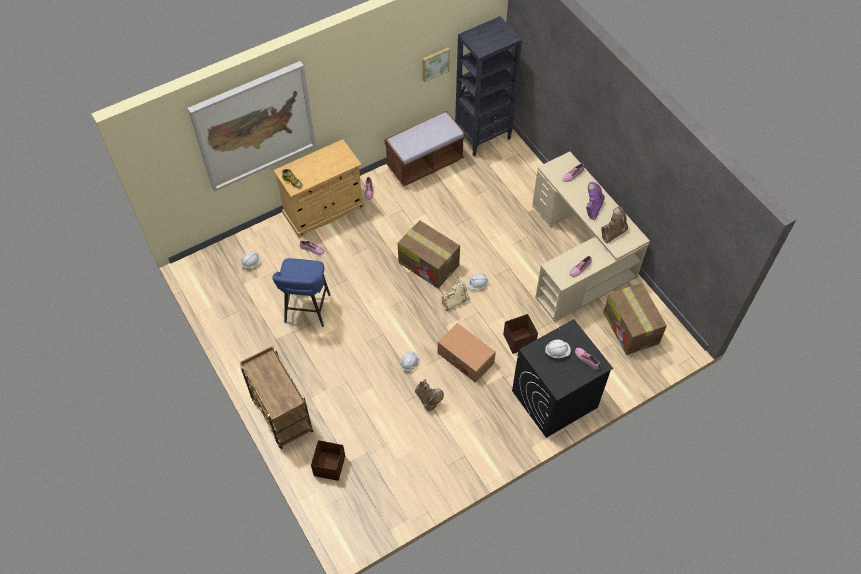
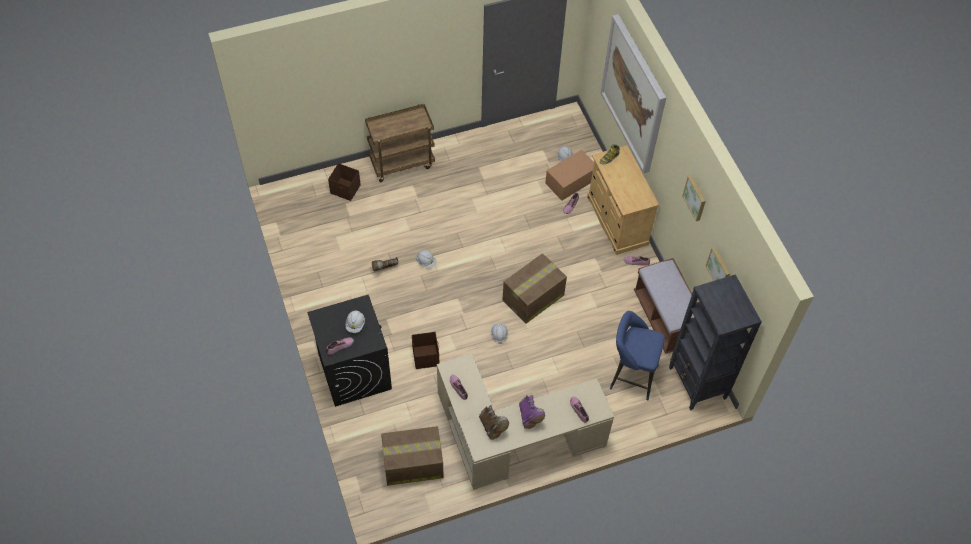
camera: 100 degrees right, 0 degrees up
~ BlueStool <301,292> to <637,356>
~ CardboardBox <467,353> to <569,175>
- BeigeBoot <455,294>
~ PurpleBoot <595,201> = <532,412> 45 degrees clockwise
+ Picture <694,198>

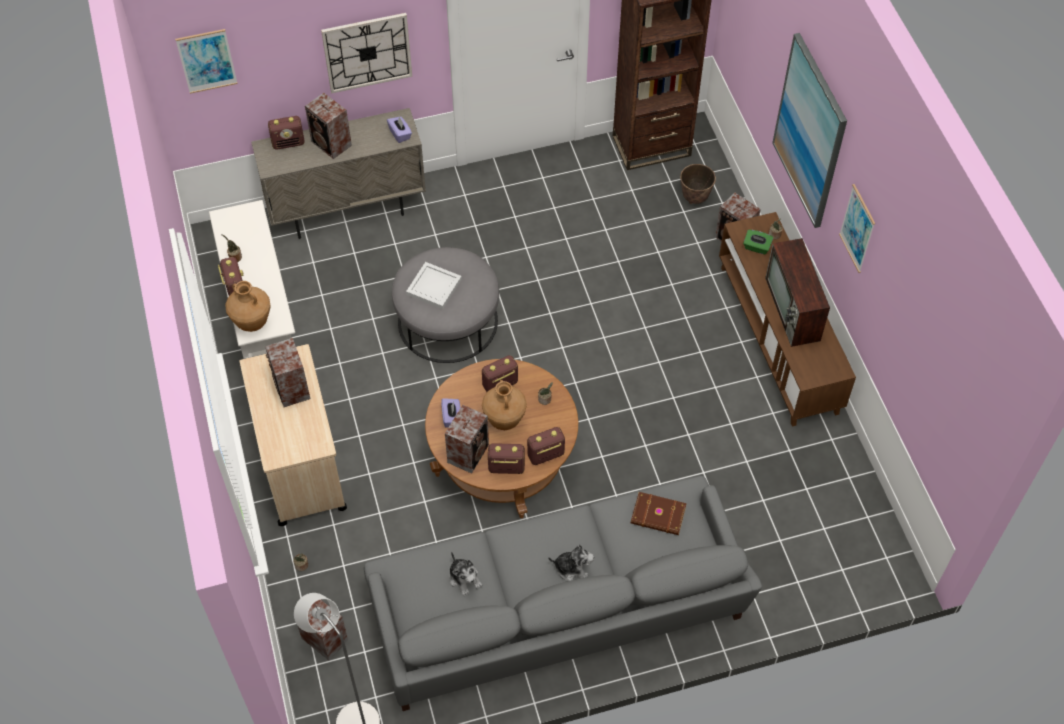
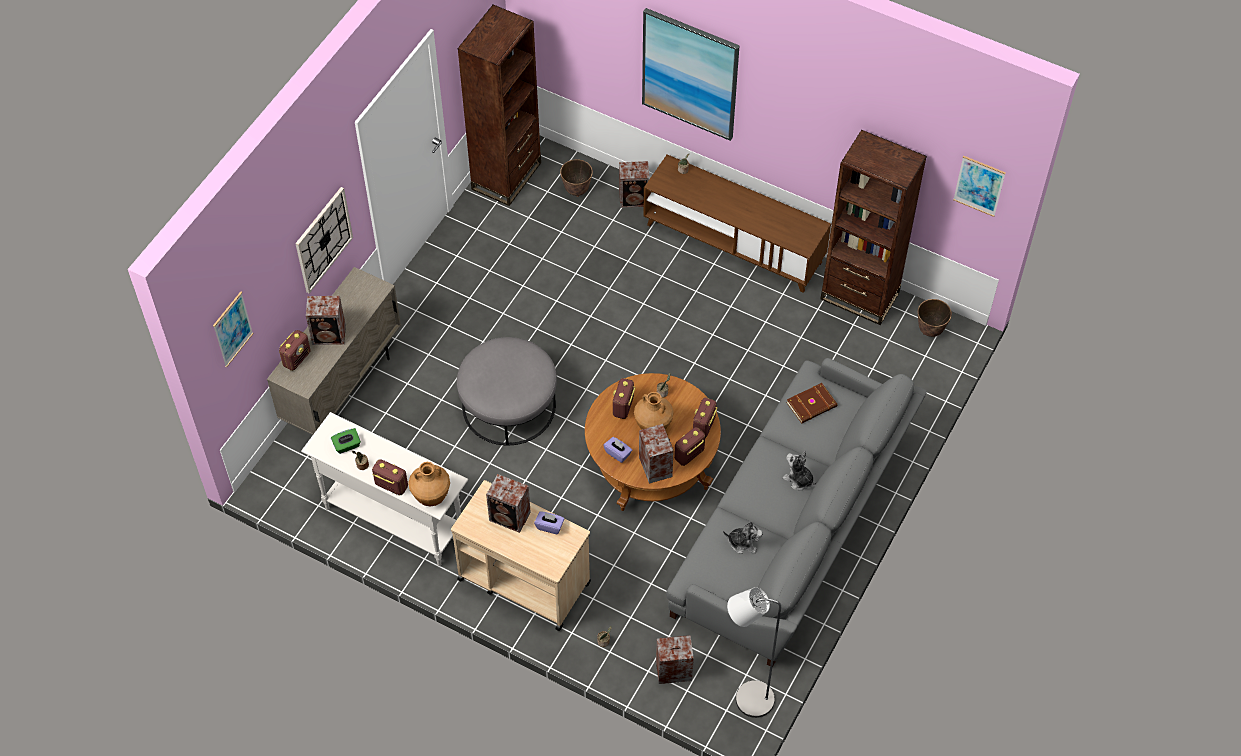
camera: 45 degrees left, 0 degrees up
~ PurpleTissueBox <399,129> to <549,523>
- WhiteTray <434,285>
~ PlushToy <571,563> = <800,470> 105 degrees counterclockwise
~ GreenTissueBox <758,242> to <346,441>
- Television <797,292>
~ Picture <857,228> to <979,186>
+ BrownBookcase <873,227>
+ Planter <934,318>

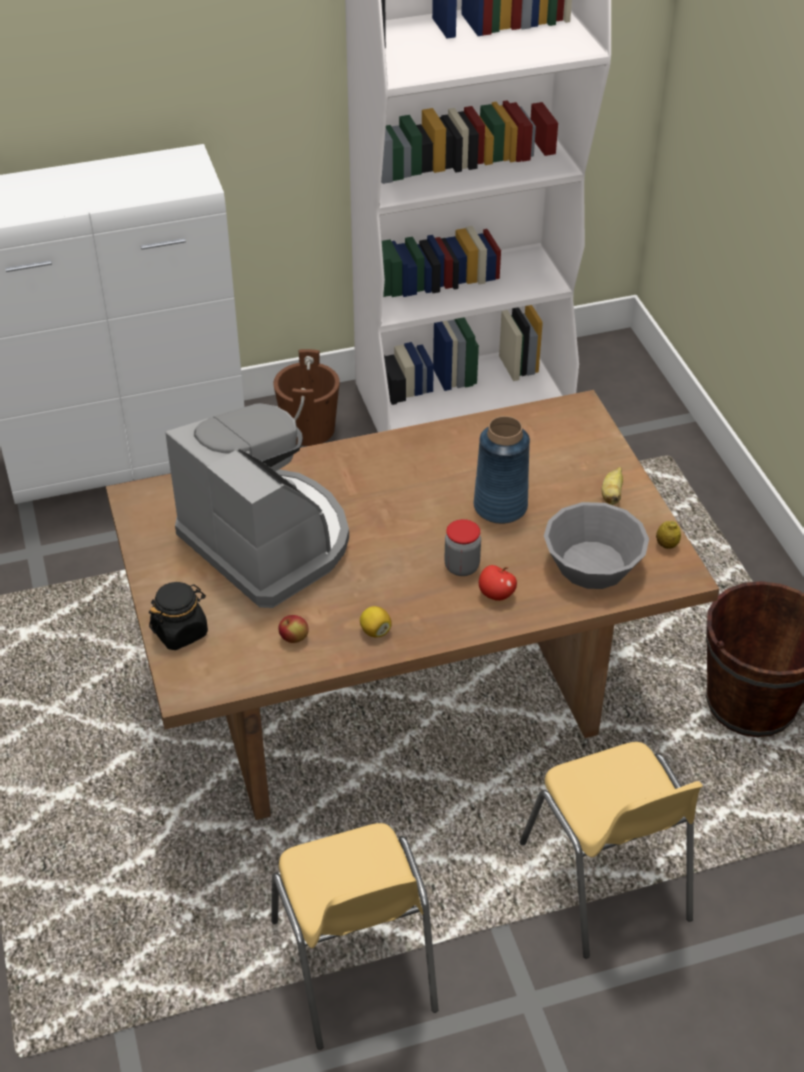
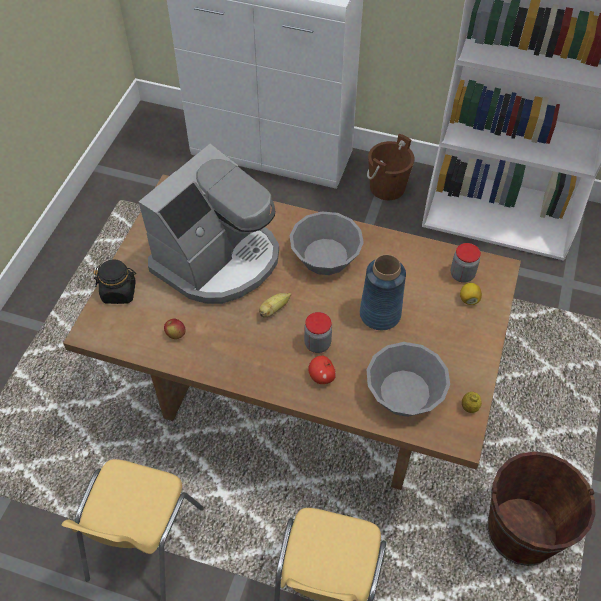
camera: 35 degrees right, 10 degrees up
~ CoffeeMachine <257,505> = <209,224> 45 degrees clockwise
~ Lemon <376,621> to <471,294>
~ Banana <612,486> to <275,305>
+ GreyBowl <327,243>
+ Jar <466,263>

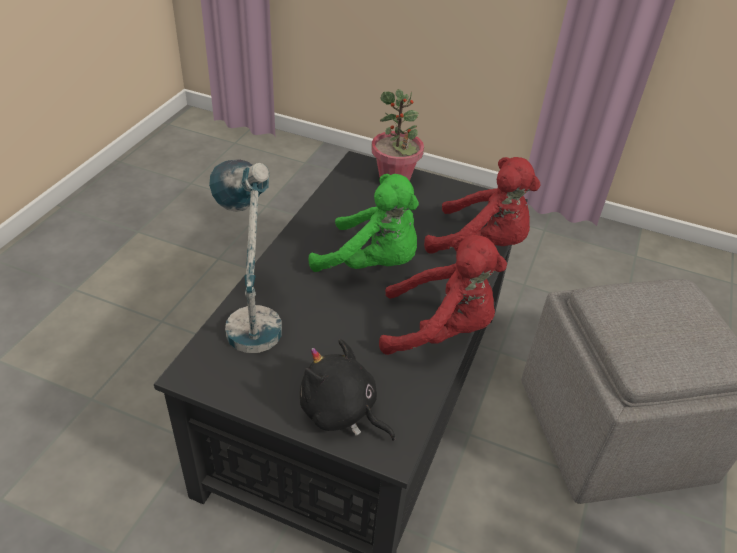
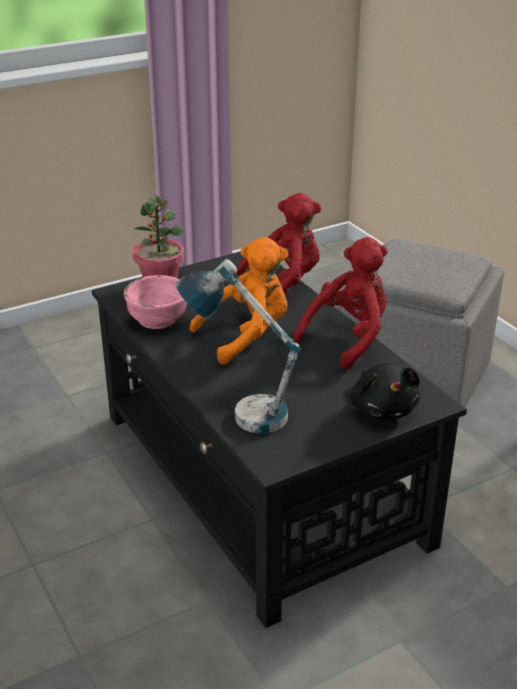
camera: 50 degrees left, 10 degrees down
~ BlackPlushToy <347,390> = <385,391> 90 degrees counterclockwise
~ GreenPlushToy <364,223> to OrangePlushToy <239,301>
+ PinkBowl <155,302>

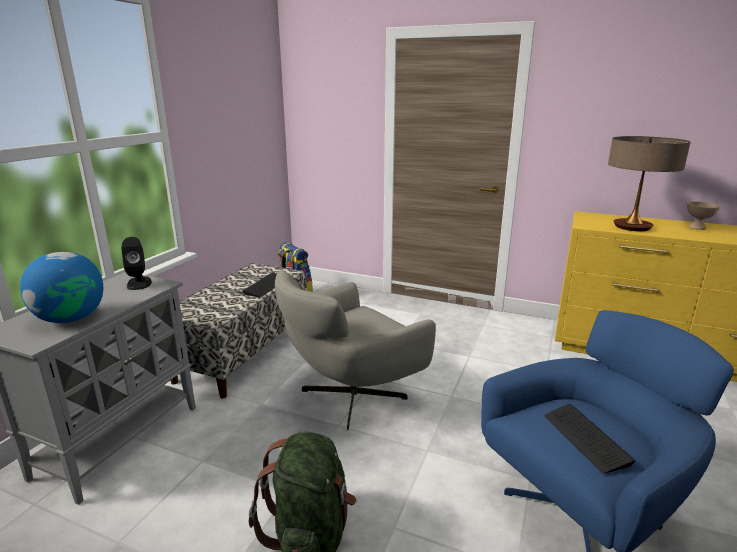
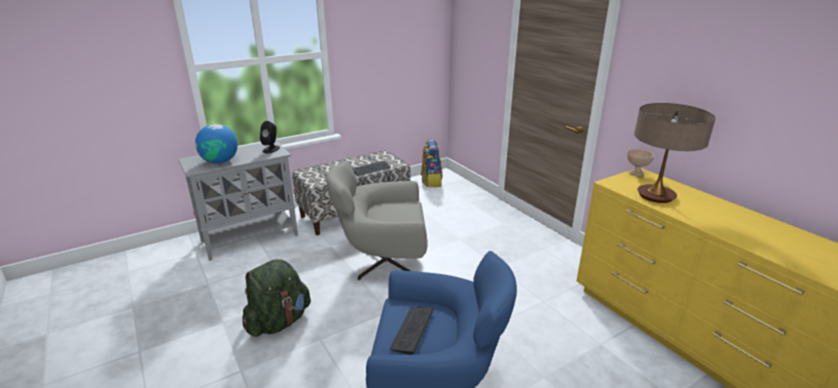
camera: 35 degrees right, 5 degrees up
~ BeigeBowl <703,215> to <641,162>

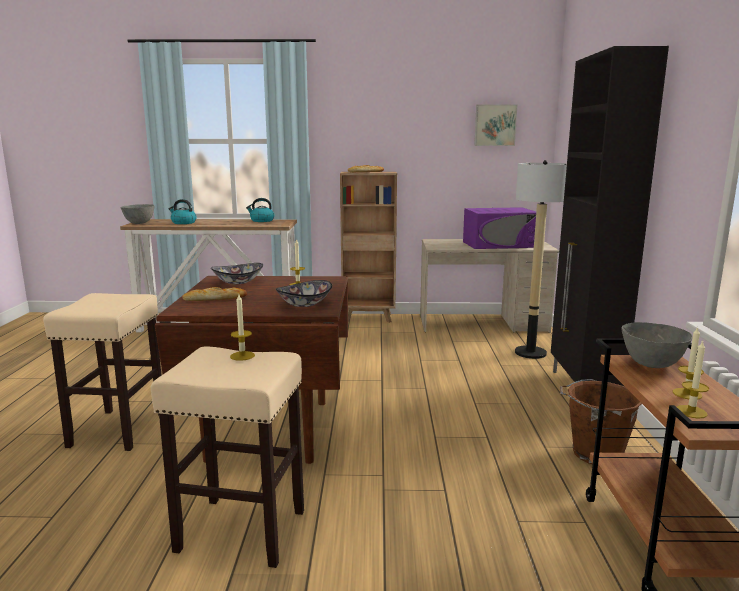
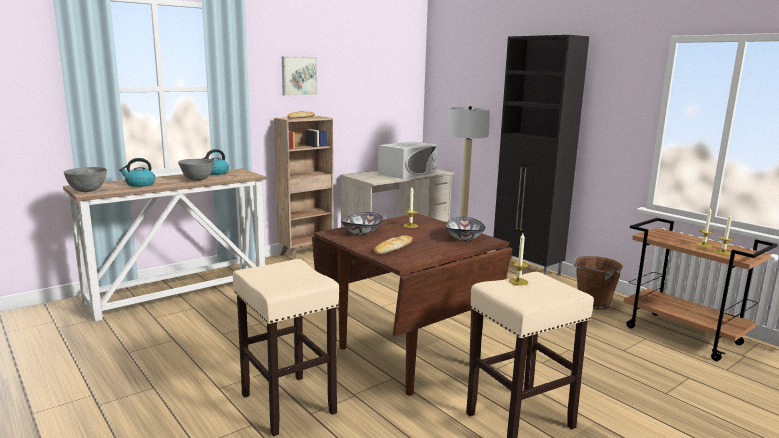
camera: 40 degrees left, 0 degrees up
~ PurpleMicrowave <499,228> to WhiteMicrowave <407,160>
~ Picture <496,125> to <299,76>
~ GreyBowl <656,345> to <196,170>

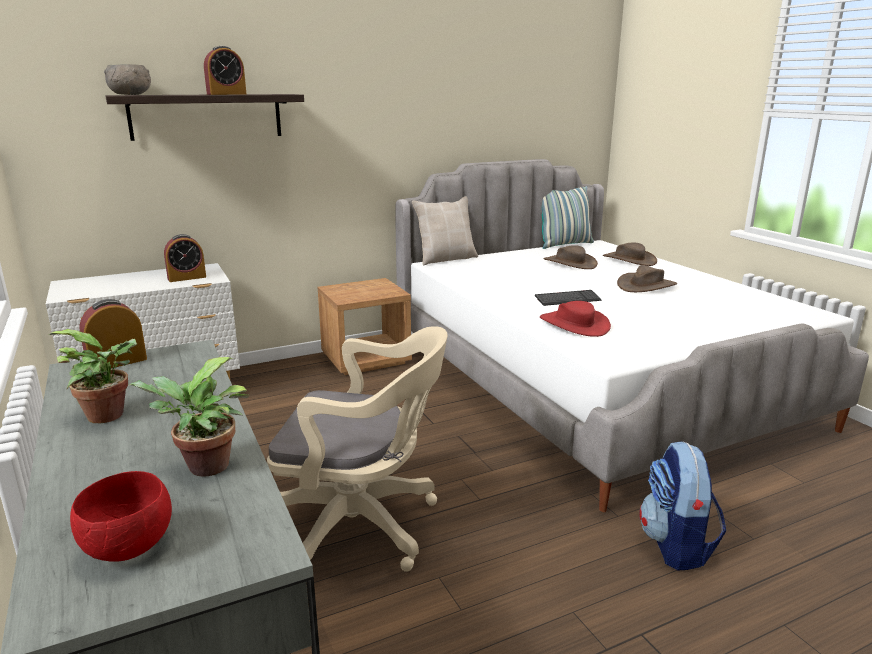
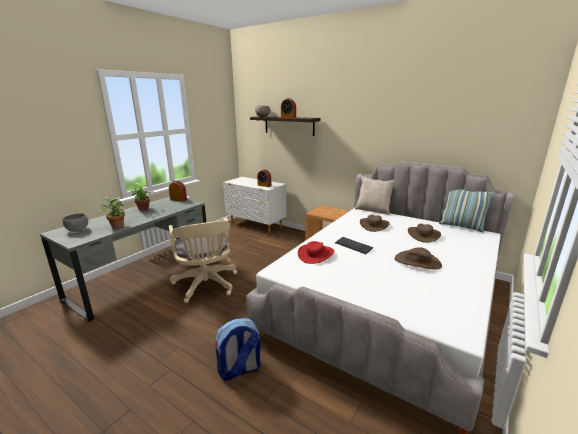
camera: 60 degrees right, 0 degrees up
~ RedBowl <121,516> to GreyBowl <75,222>
~ BrownHat <630,254> to <374,223>

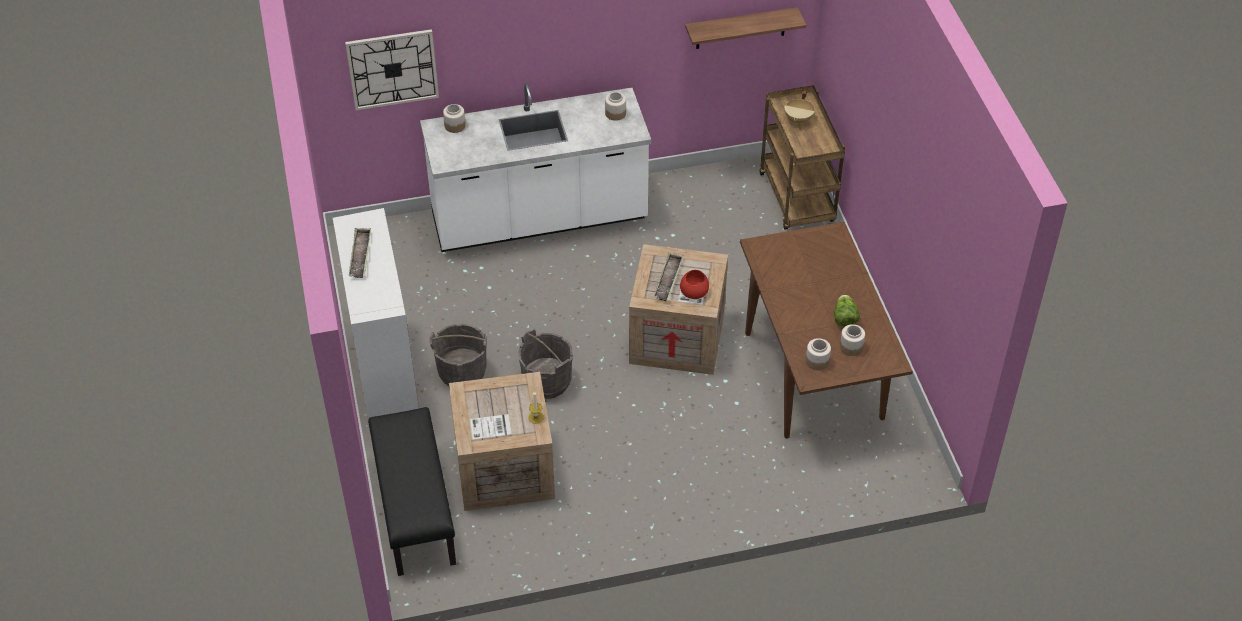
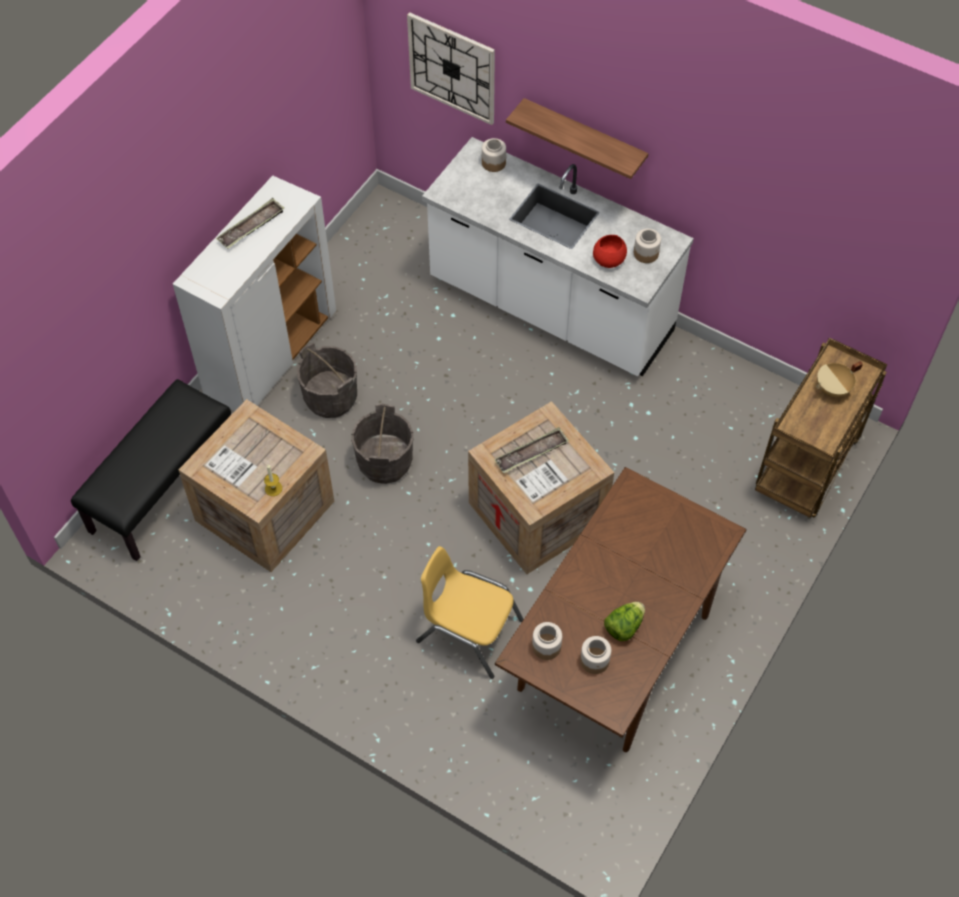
camera: 45 degrees right, 10 degrees up
~ RedBowl <694,284> to <610,251>
~ Shelf <745,28> to <577,138>
+ YellowChair <470,612>

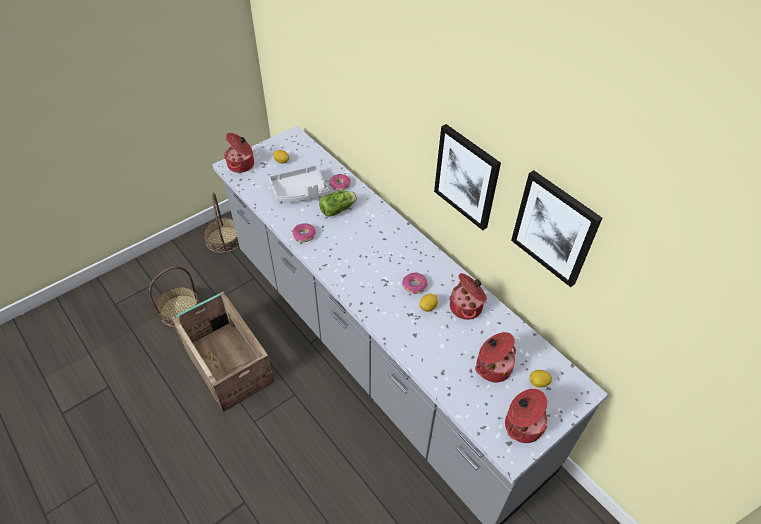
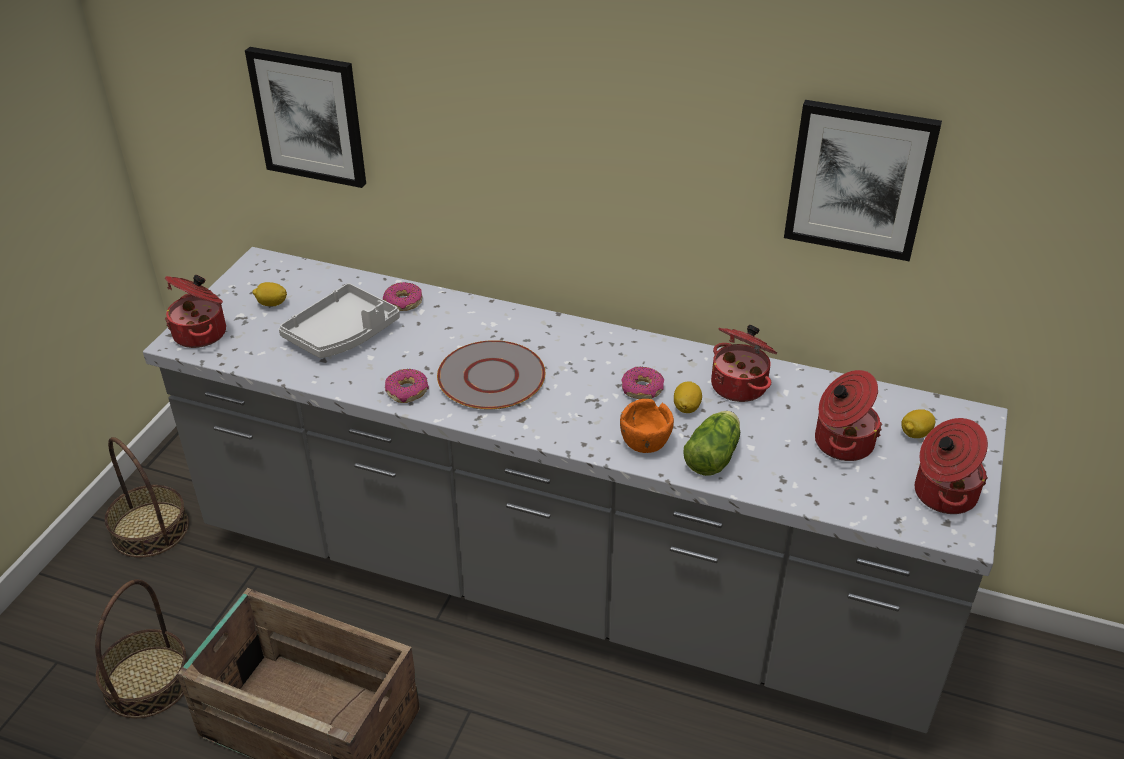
camera: 30 degrees left, 10 degrees down
~ Lettuce <338,204> to <711,443>
~ Picture <467,177> to <305,117>
+ GreyPlate <491,375>
+ OrangeBowl <647,426>

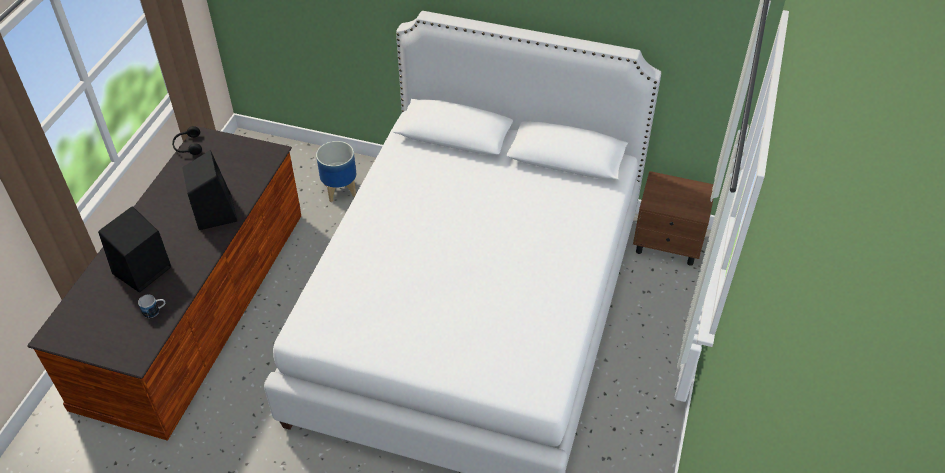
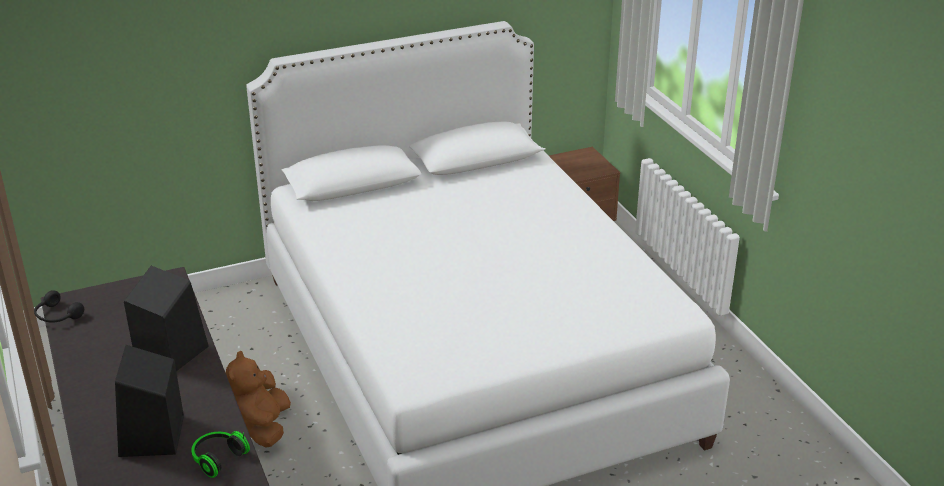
camera: 40 degrees left, 15 degrees down
~ Mug <151,306> to Headphones <220,454>
- Planter <336,171>
+ BrownPlushToy <258,399>

